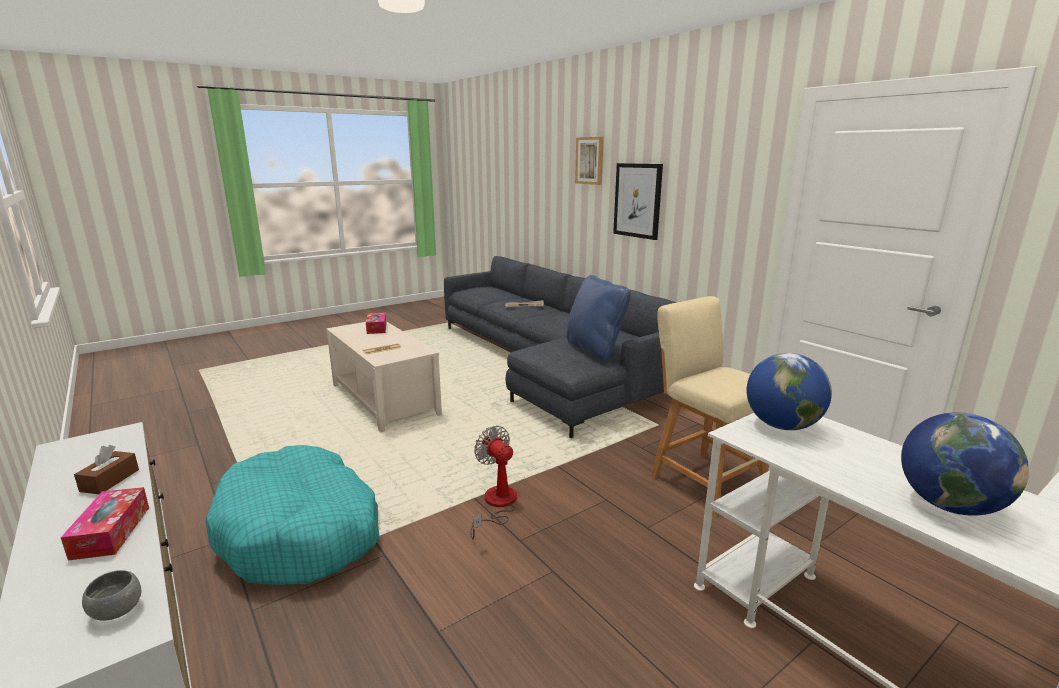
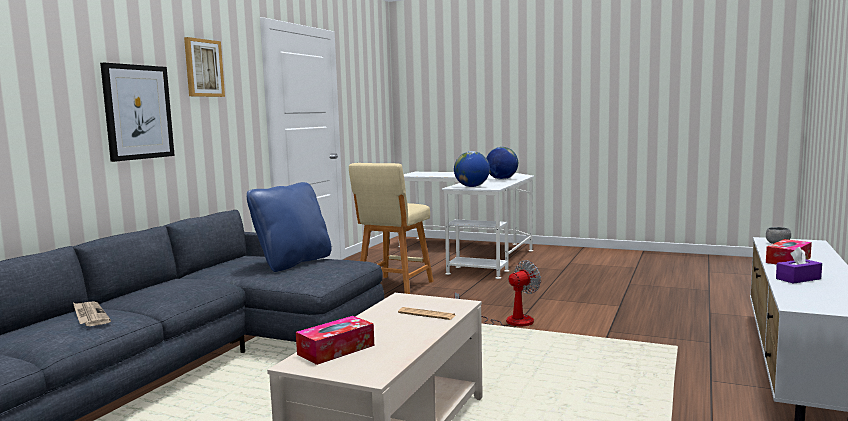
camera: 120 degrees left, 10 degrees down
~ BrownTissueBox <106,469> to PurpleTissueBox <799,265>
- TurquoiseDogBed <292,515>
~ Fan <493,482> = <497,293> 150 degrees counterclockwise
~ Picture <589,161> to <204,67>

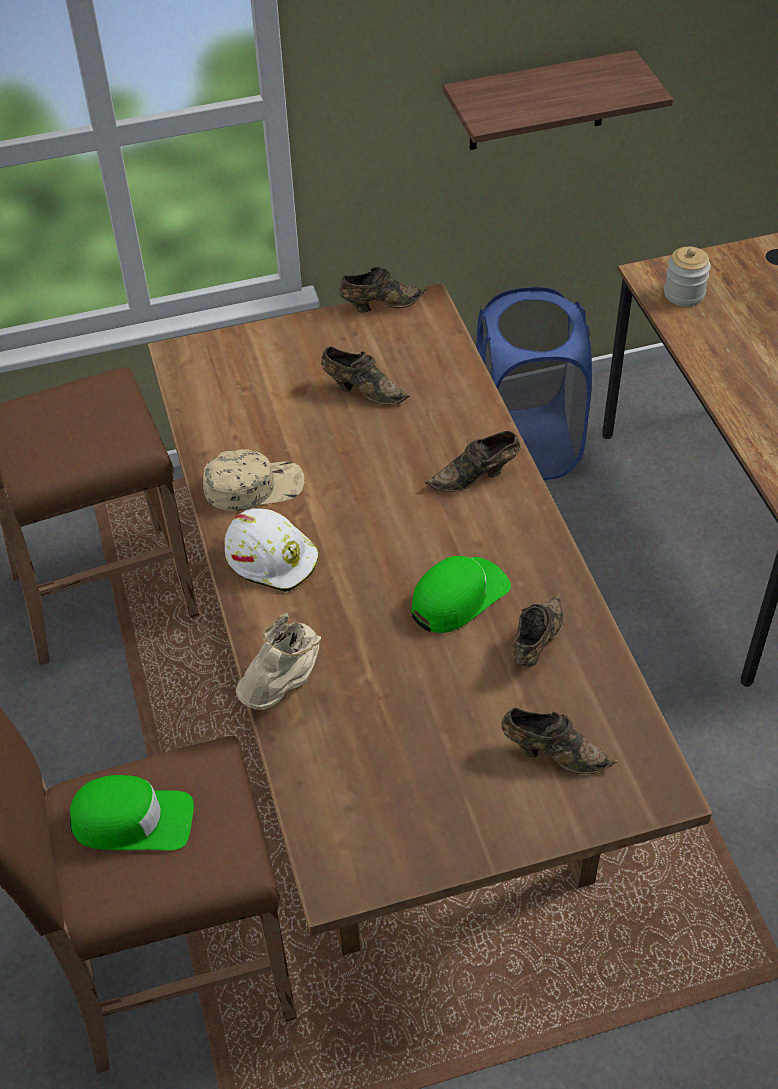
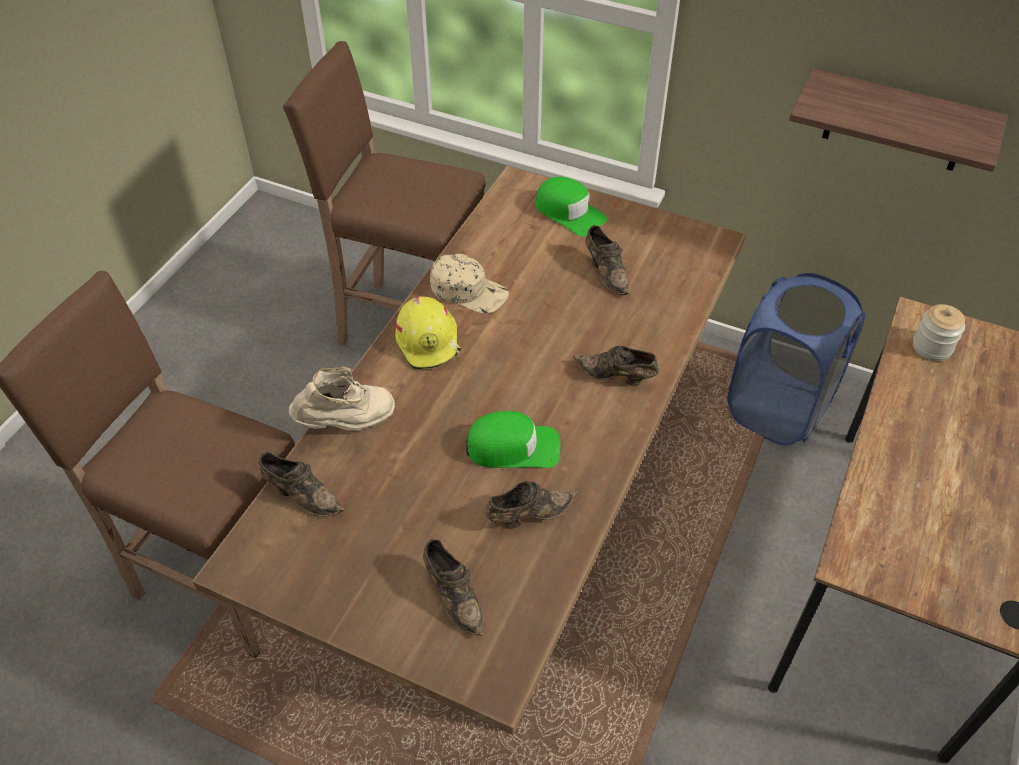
camera: 40 degrees right, 0 degrees up
~ GreenCap <132,812> to <571,206>
~ WhiteHardHat <271,550> to YellowHardHat <428,332>
~ BrownShoe <382,290> to <301,484>

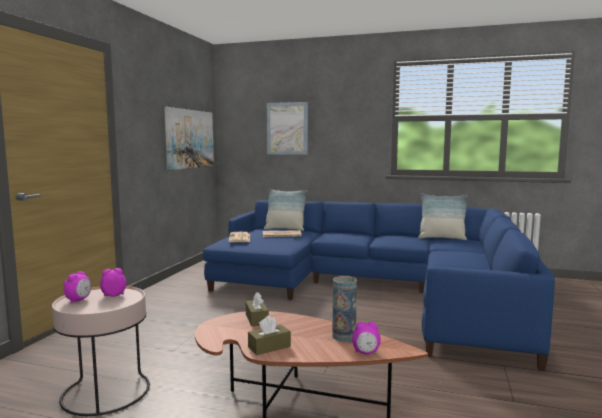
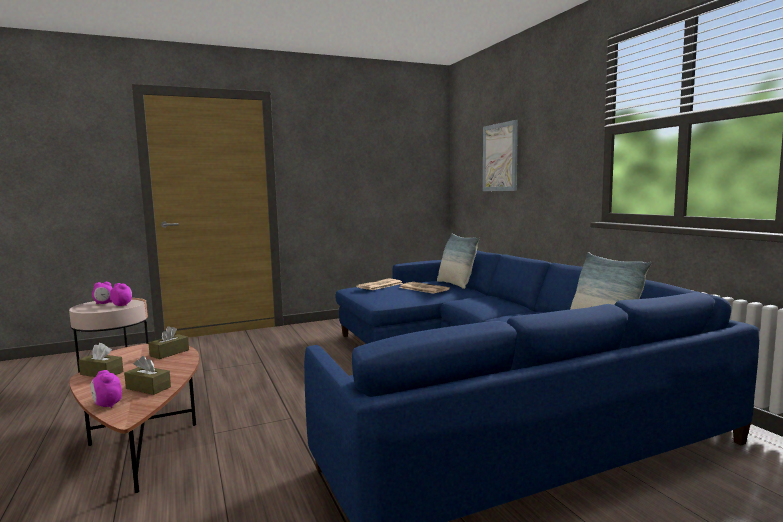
camera: 50 degrees right, 0 degrees up
- Picture <189,138>
~ Vase <344,309> to BrownTissueBox <147,375>

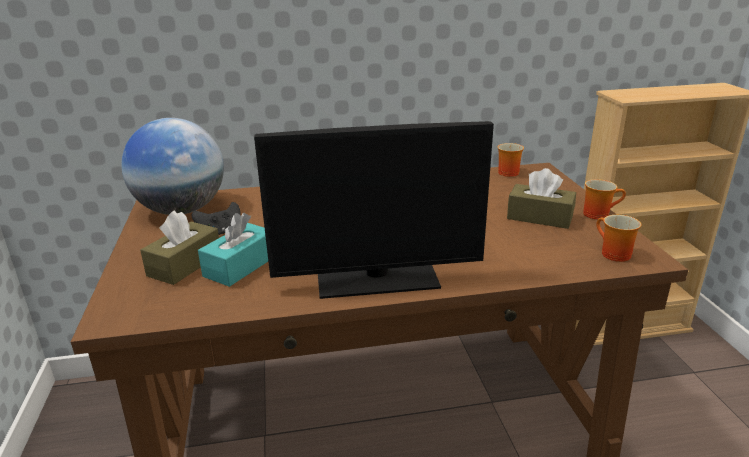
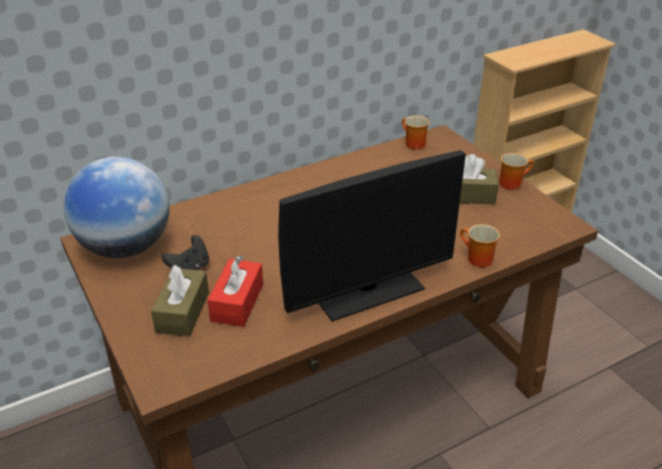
camera: 20 degrees left, 10 degrees up
~ TurquoiseTissueBox <233,250> to RedTissueBox <235,291>
~ Mug <618,238> to <480,245>

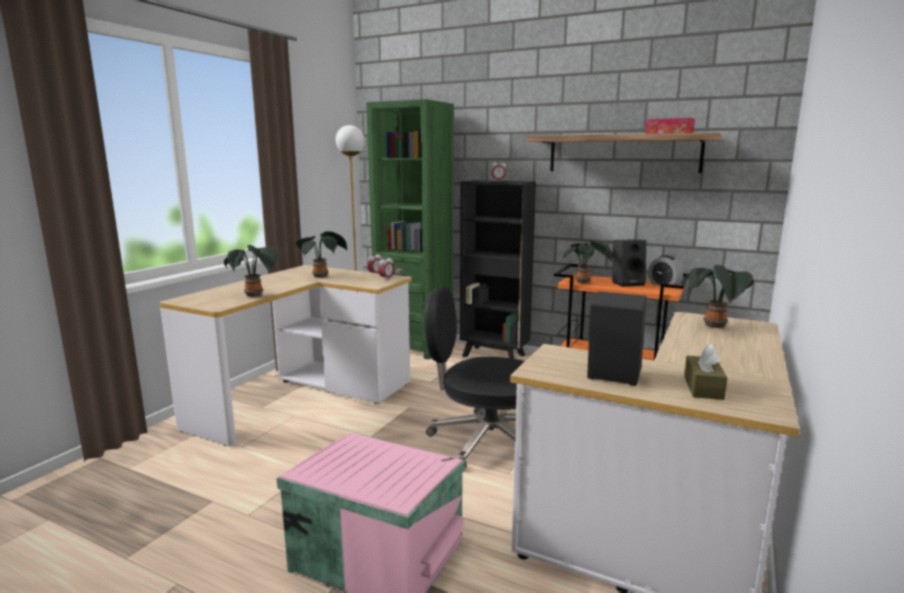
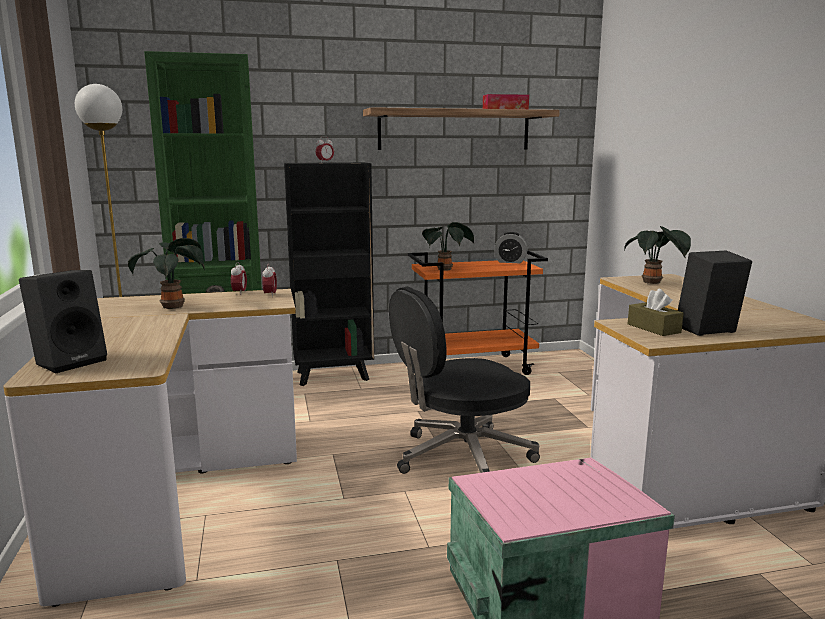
camera: 40 degrees left, 0 degrees up
- PottedPlant <251,271>
~ BlackSpeaker <629,263> to <63,321>
~ BrownTissueBox <706,372> to <656,312>

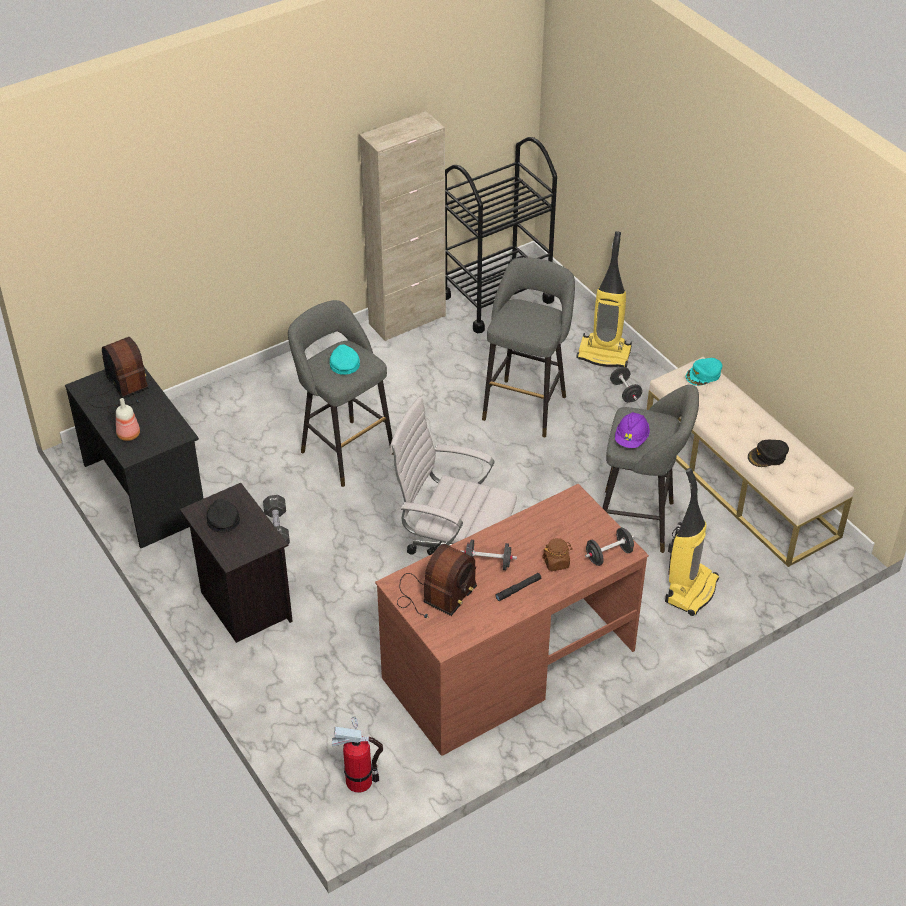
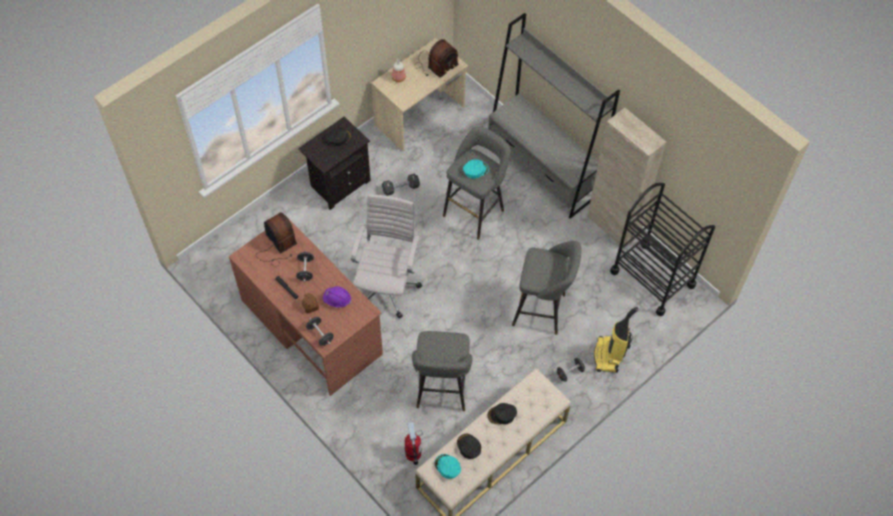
camera: 80 degrees right, 15 degrees up
~ BlackDesk <134,457> to BeigeDesk <419,94>
~ FireExtinguisher <357,755> to <414,443>
~ Radio <437,581> = <276,239> 150 degrees counterclockwise
~ PurpleHardHat <632,430> to <337,297>
- VacuumCleaner <692,542>
~ TurquoiseCap <704,372> to <447,466>
+ GreyBookcase <554,116>
+ BlackCap <502,413>

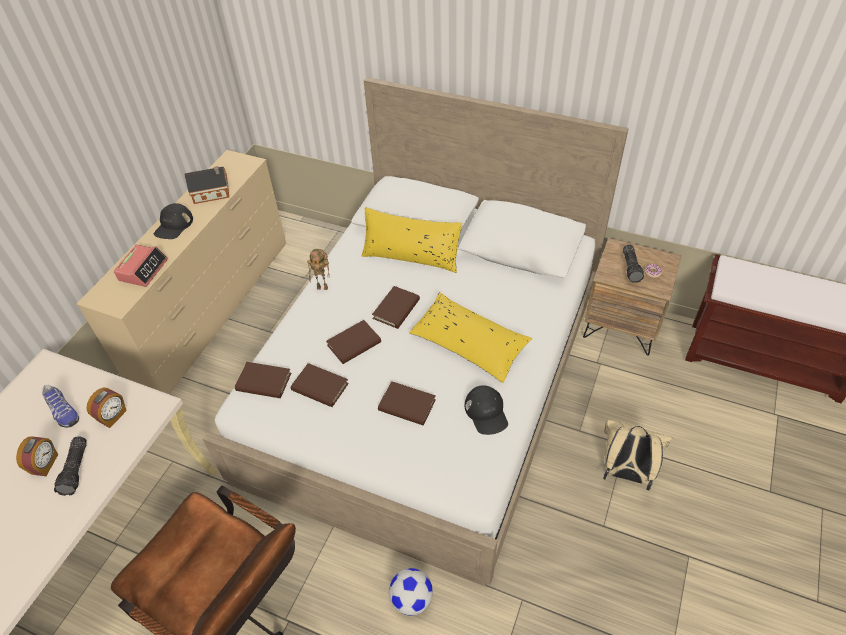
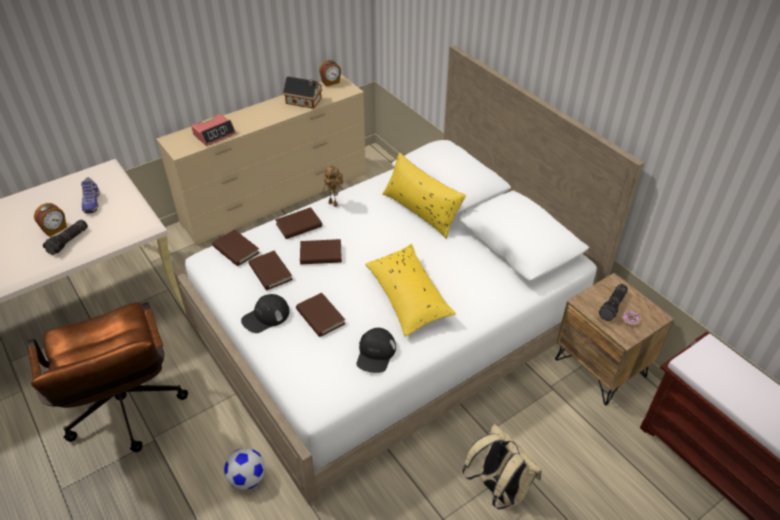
camera: 30 degrees right, 5 degrees down
~ AlarmClock <106,408> to <330,73>
~ BlackCap <173,221> to <265,313>
~ BrownBook <396,307> to <298,223>

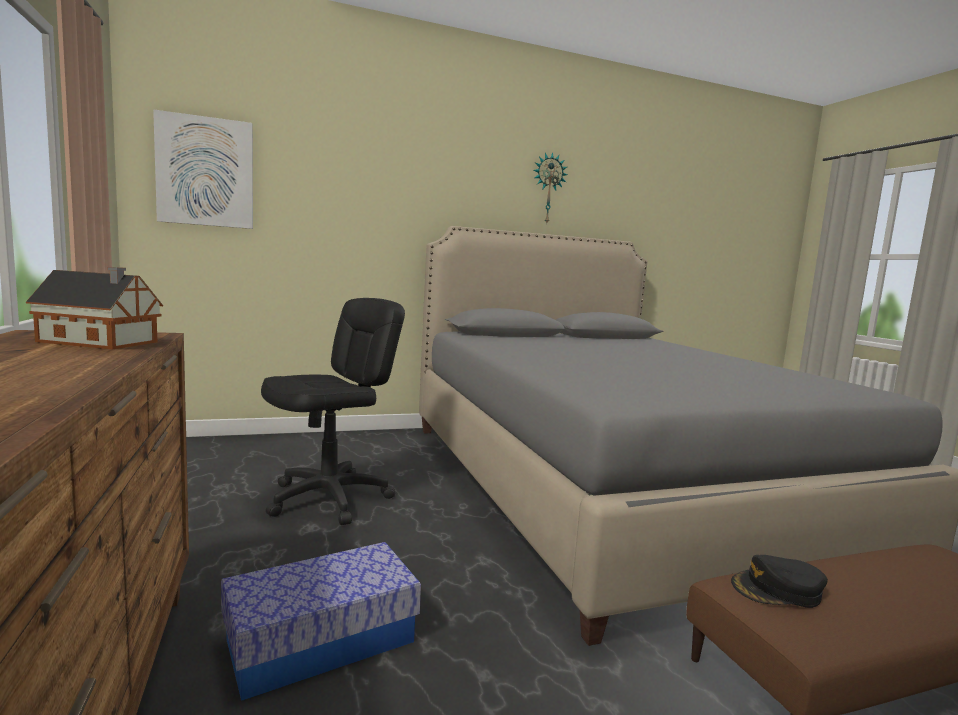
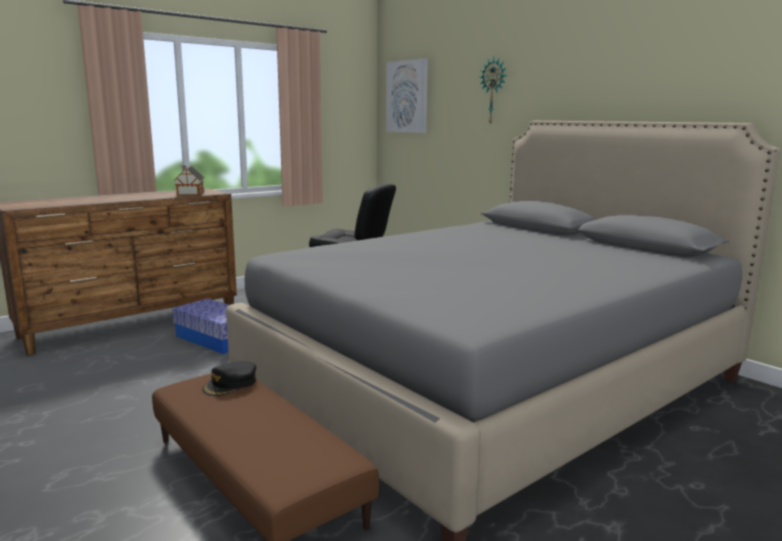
camera: 70 degrees right, 5 degrees up
~ WallClock <550,188> to <493,91>
~ BlackCap <779,581> = <229,378> 120 degrees counterclockwise

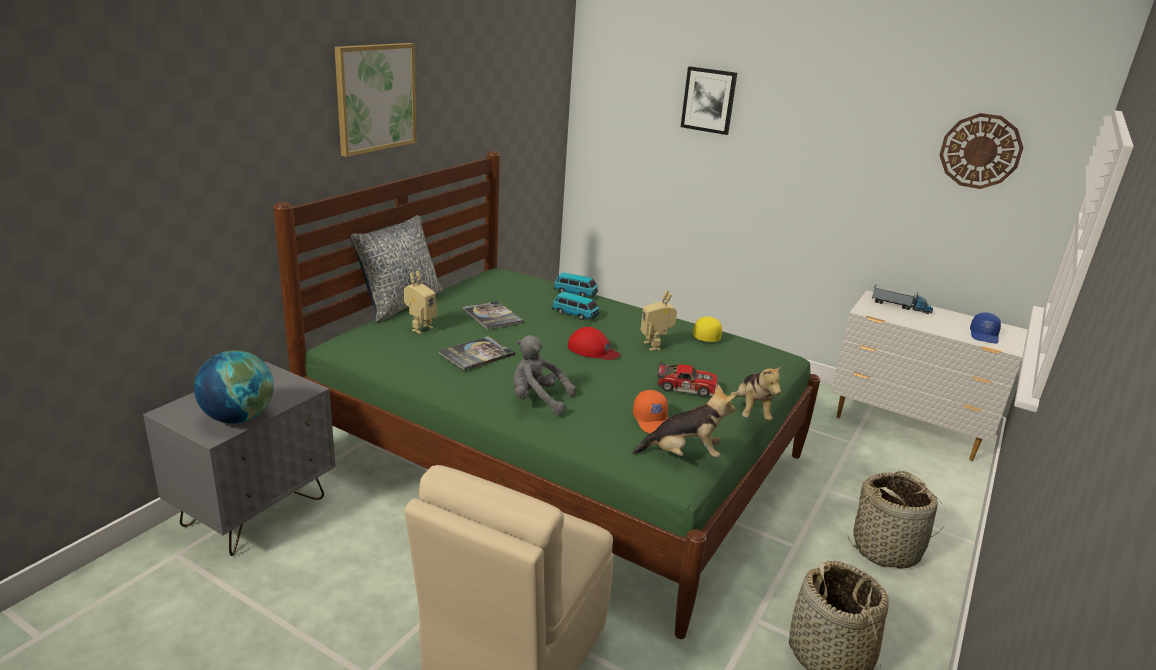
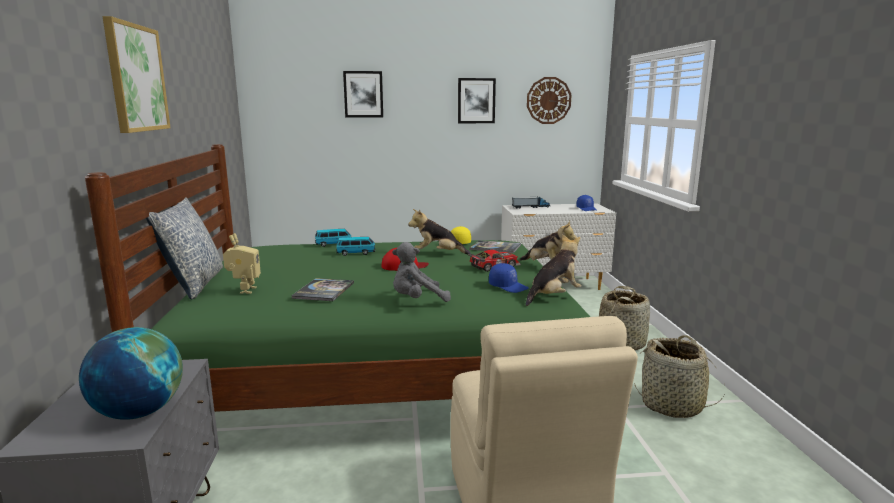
camera: 35 degrees left, 10 degrees down
~ Book <493,315> to <495,246>
~ OrangeCap <650,411> to BlueCap <508,278>
~ ToyRobot <659,320> to PlushToy <439,232>
+ Picture <477,100>

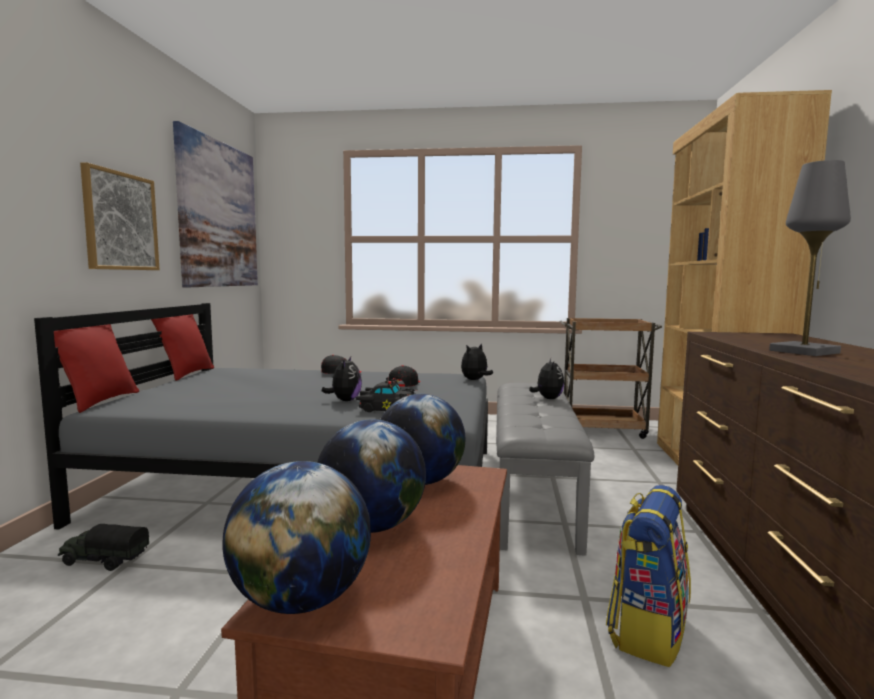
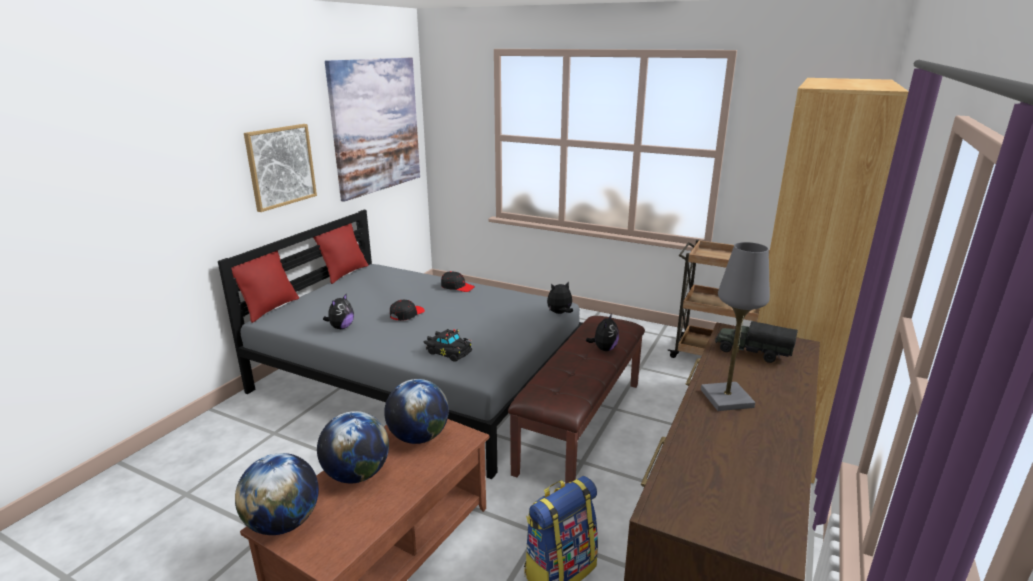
camera: 20 degrees right, 15 degrees up
~ ToyTruck <104,547> to <756,342>
~ PlushToy <342,379> to <338,311>
~ BlackCap <404,376> to <407,310>
~ GreyBench <545,469> to BrownBench <576,400>

